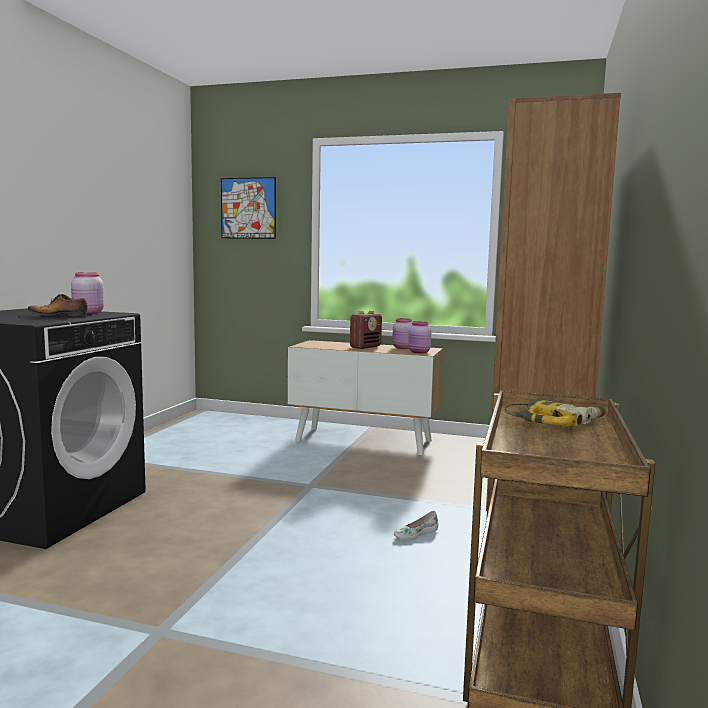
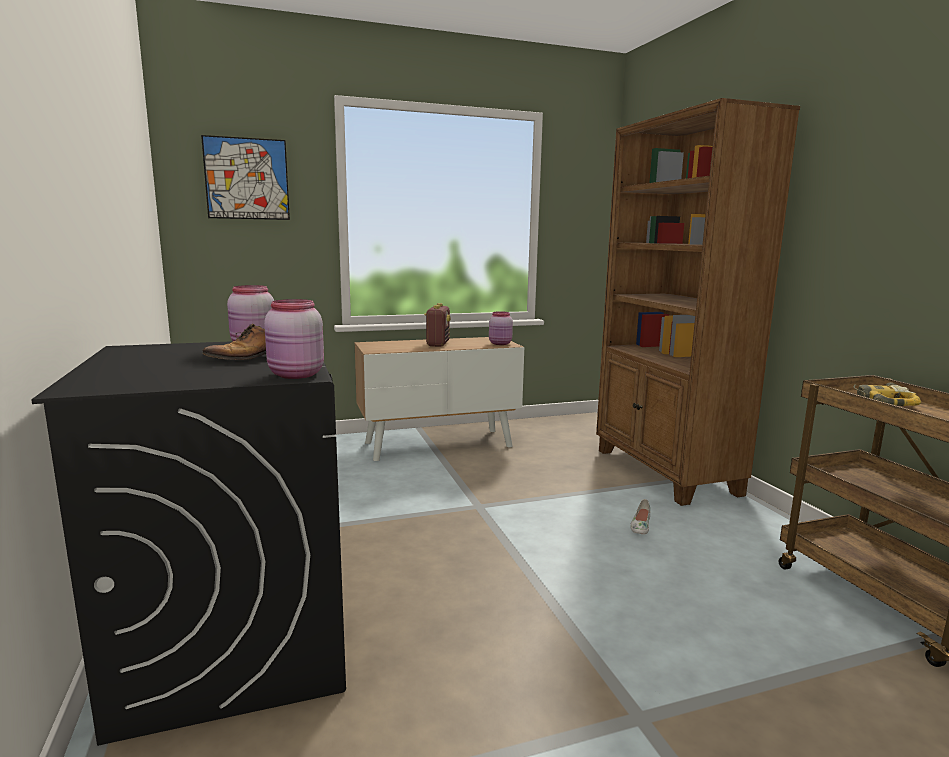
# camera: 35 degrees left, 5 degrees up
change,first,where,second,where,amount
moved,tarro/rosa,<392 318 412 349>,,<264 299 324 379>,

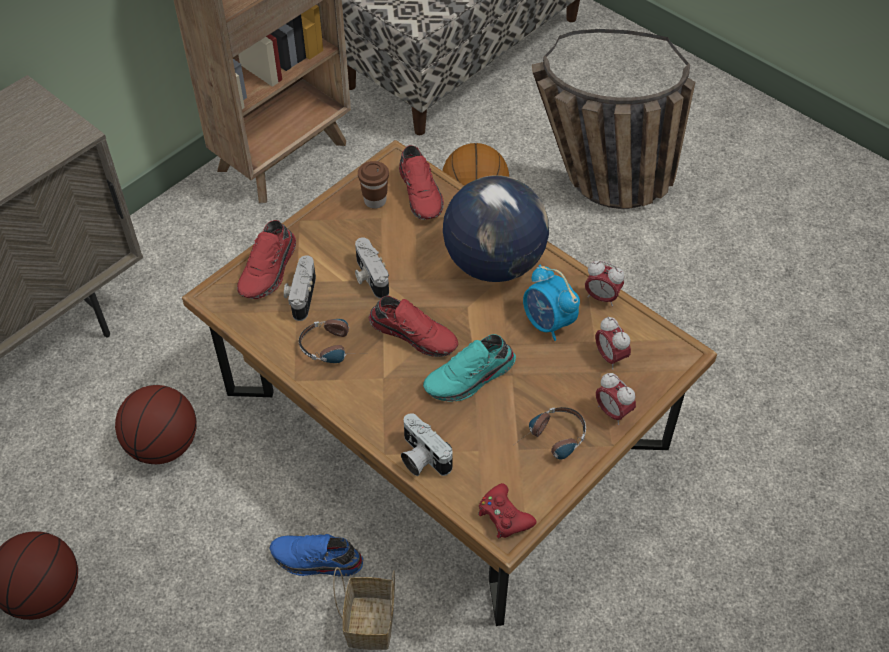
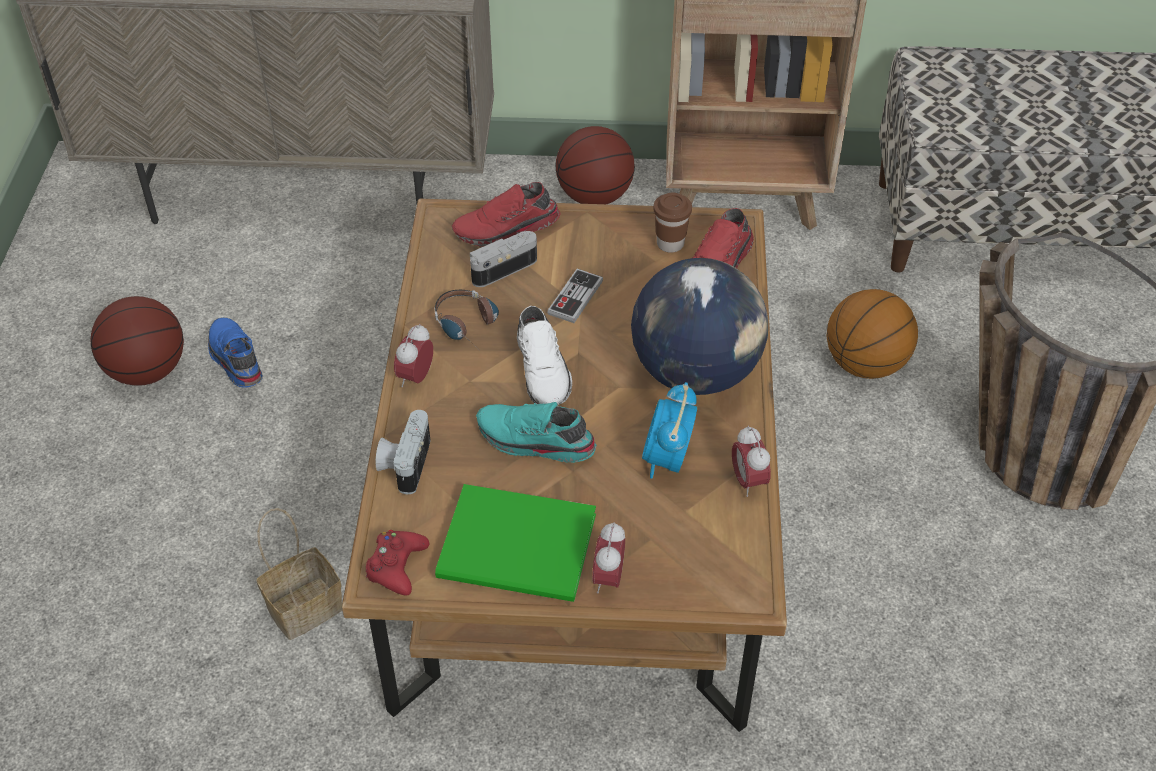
# camera: 50 degrees right, 5 degrees down
change,first,where,second,where,amount
replaced,cámara,<355 237 389 299>,mando de consola,<547 269 603 323>,
recoloured,zapato/rojo,<369 296 458 357>,zapato/blanco,<517 306 572 405>,
moved,despertador,<595 316 631 370>,,<394 324 433 387>,
moved,balón de baloncesto,<115 385 197 464>,,<556 126 635 204>,
replaced,auriculares,<515 407 586 459>,libro/verde,<435 484 596 602>,
moved,zapato/azul,<269 534 363 577>,,<208 318 263 387>,

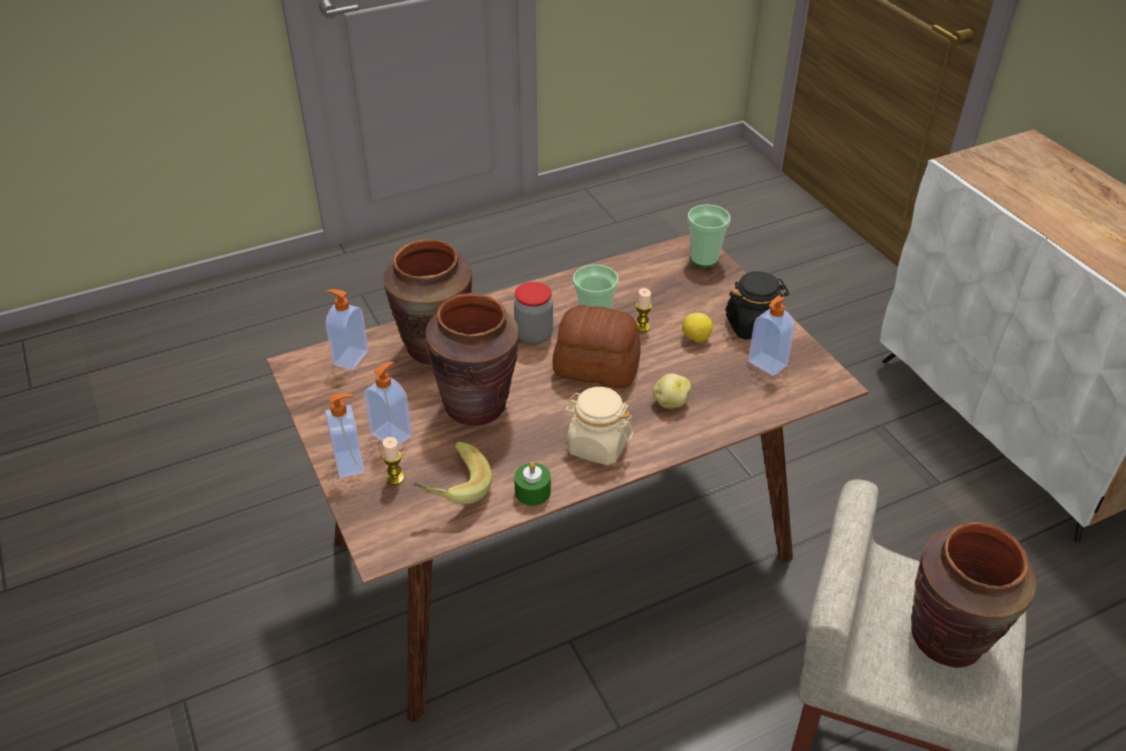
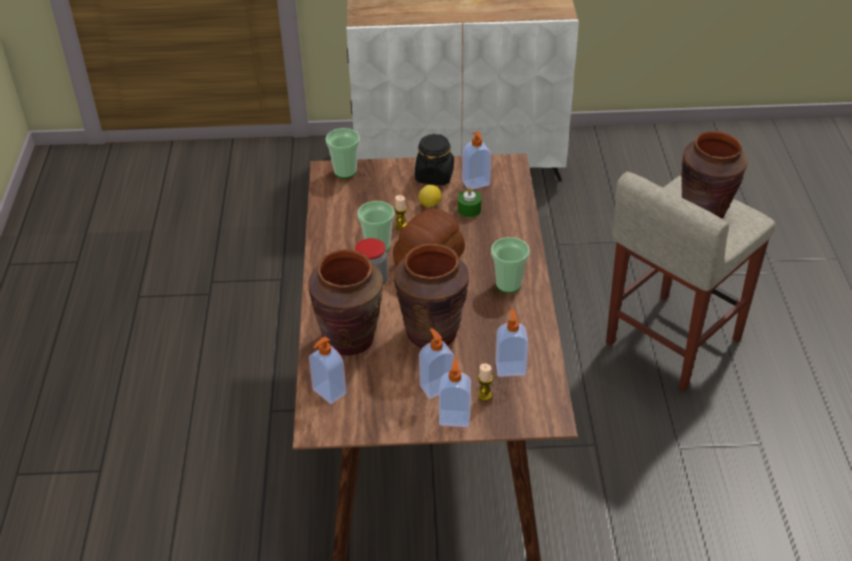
# camera: 65 degrees left, 0 degrees up
change,first,where,second,where,amount
removed,patata,<653 373 691 409>,,,
replaced,tarro/beis,<564 387 633 465>,taza,<491 237 530 293>,
replaced,plátano,<413 442 492 505>,dispensador de jabón,<496 309 528 377>,
moved,vela/verde,<514 462 551 506>,,<458 187 482 218>,

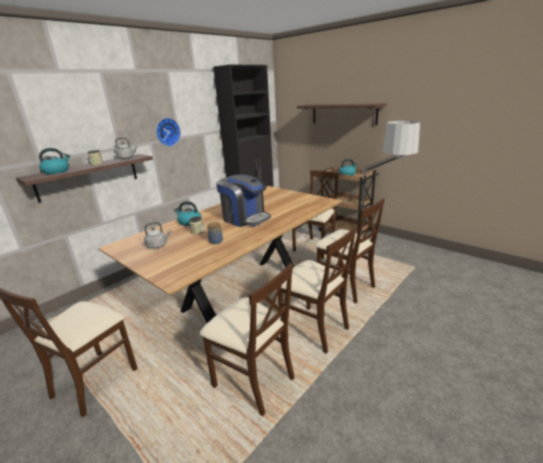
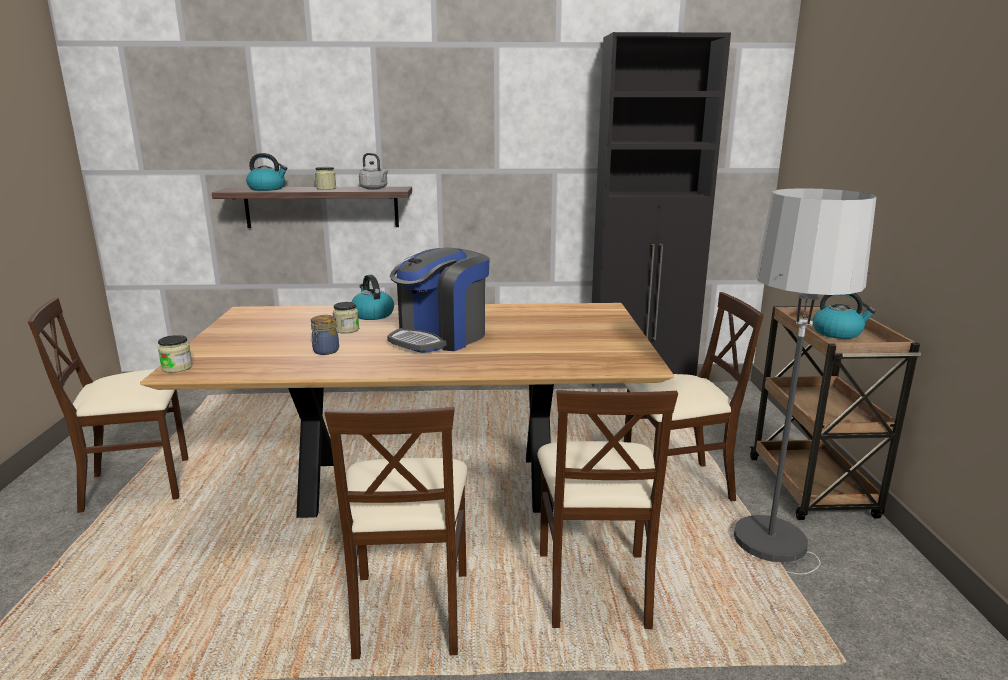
# camera: 45 degrees right, 5 degrees down
change,first,where,second,where,amount
removed,estante,<297 103 386 125>,,,
removed,reloj de pared,<156 118 181 147>,,,
turned,cafetera,<216 175 271 227>,,<387 247 490 353>,45 degrees clockwise
removed,hervidor/gris,<144 222 171 249>,,,
removed,silla/beis,<200 263 295 416>,,,
added,,,tarro,<158 335 193 373>,

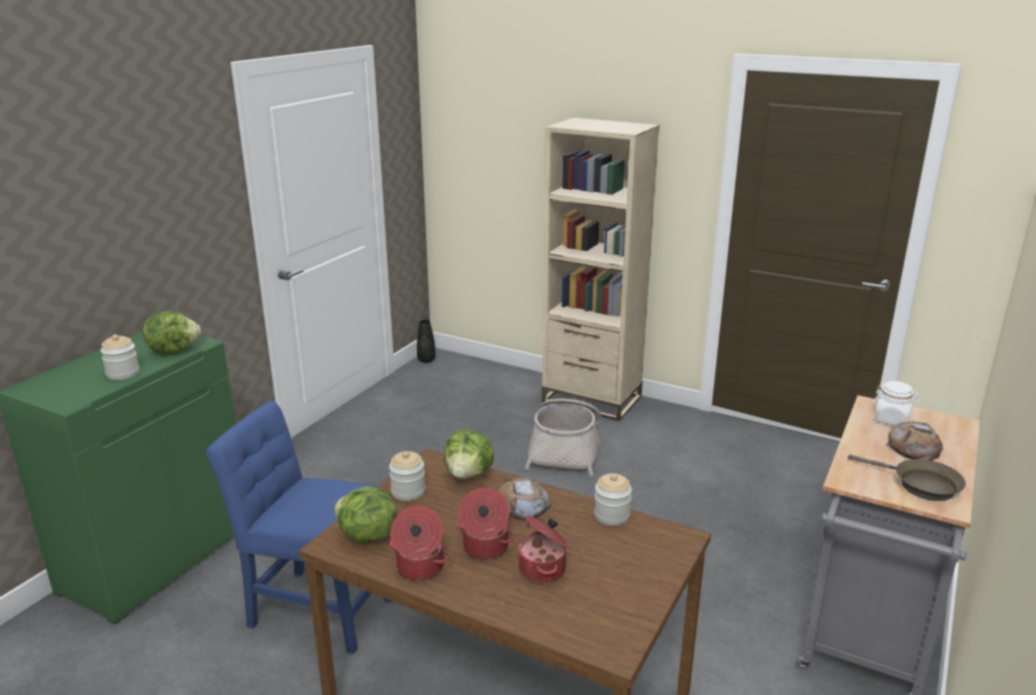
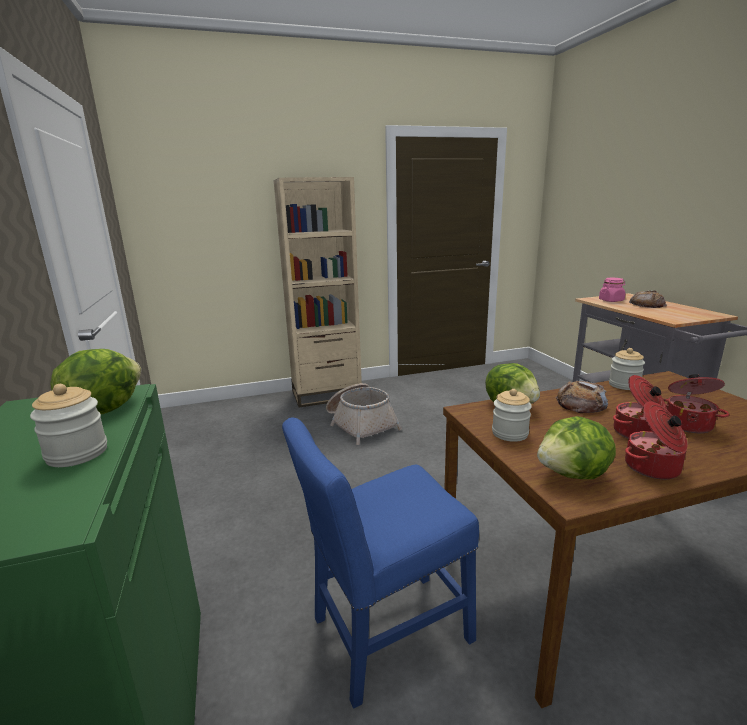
# camera: 45 degrees left, 5 degrees down
change,first,where,second,where,amount
removed,florero/negro,<417 320 436 363>,,,
recoloured,tarro/blanco,<872 381 920 426>,tarro/rosa,<599 278 625 302>,
removed,sartén/marrón,<848 455 966 501>,,,

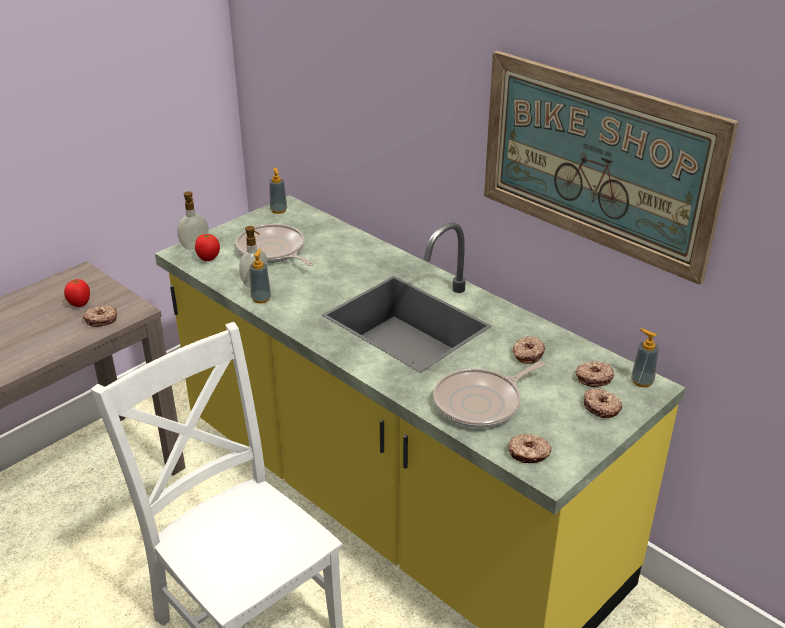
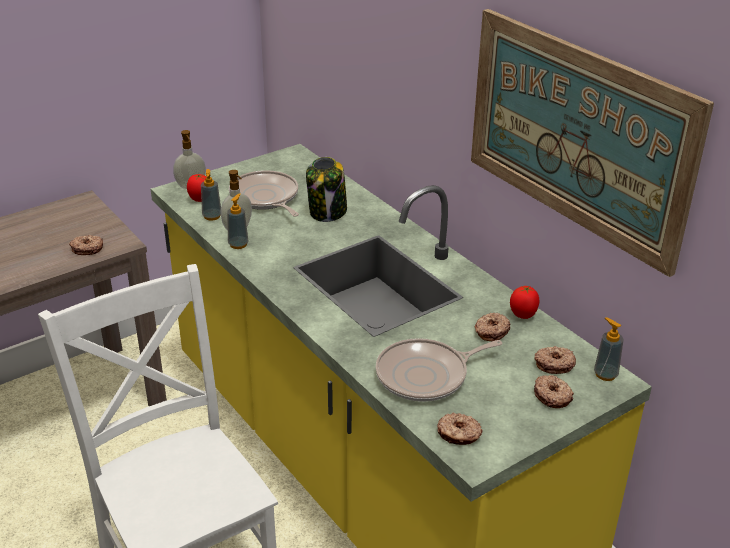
# camera: 10 degrees right, 0 degrees up
change,first,where,second,where,amount
moved,dispensador de jabón,<269 168 287 214>,,<201 169 221 221>,
moved,tomate,<64 279 90 307>,,<510 286 540 319>,
added,,,tarro,<306 157 347 222>,

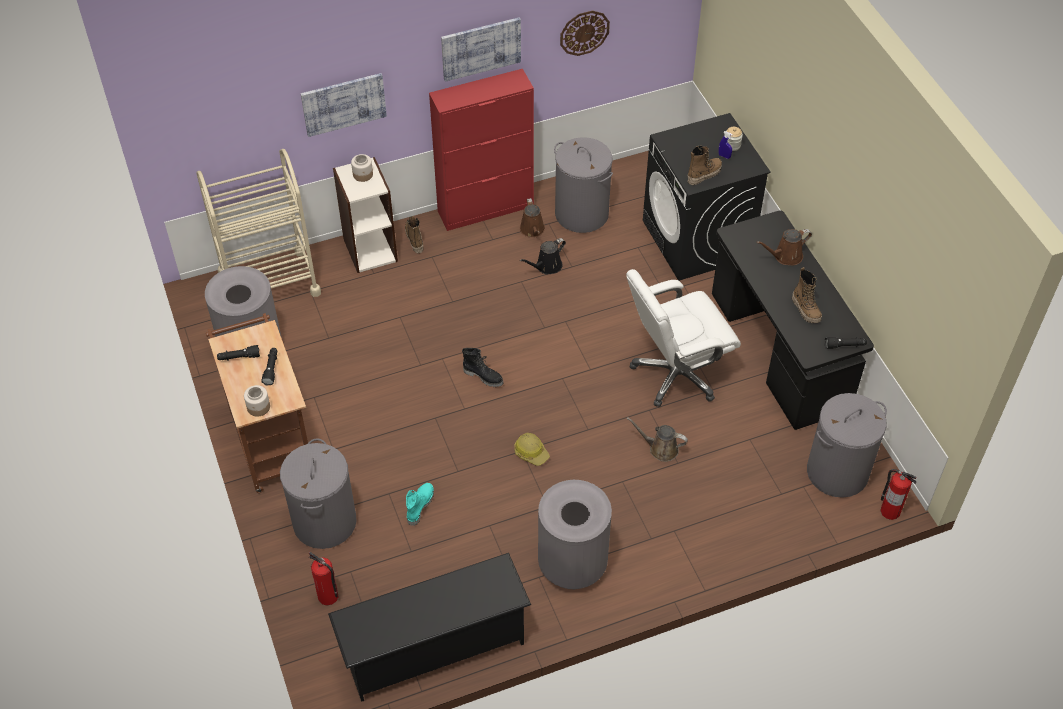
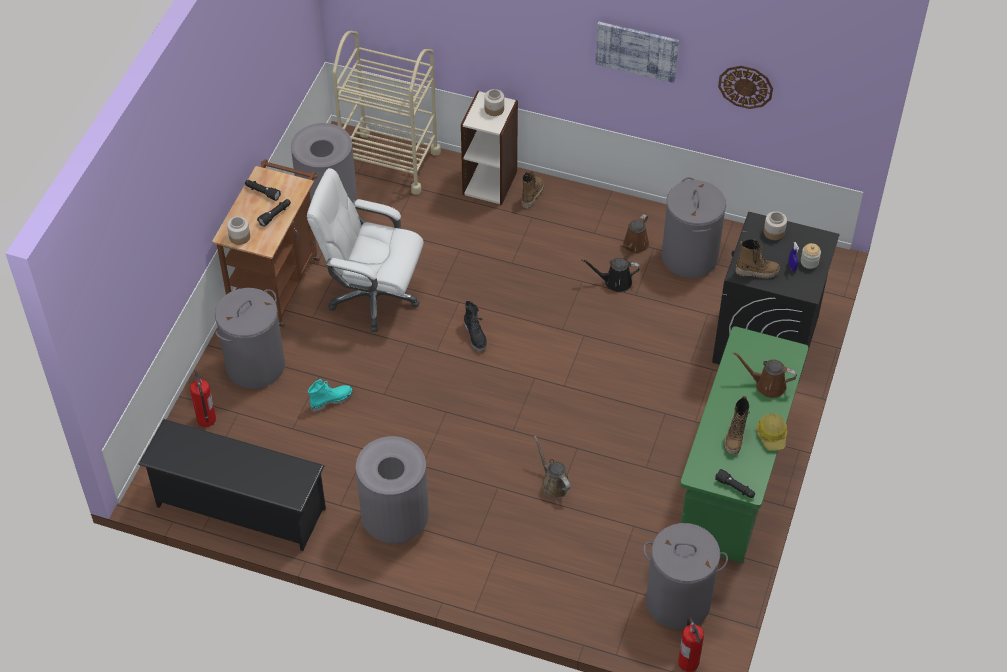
# camera: 40 degrees right, 0 degrees up
change,first,where,second,where,amount
removed,armario/rojo,<429 69 534 231>,,,
removed,cuadro,<301 73 387 137>,,,
recoloured,escritorio/negro,<712 210 874 430>,escritorio/verde,<680 326 808 563>,
moved,silla de oficina/blanco,<626 269 741 407>,,<307 168 424 332>,
moved,casco,<514 433 550 466>,,<756 413 787 450>,
added,,,tarro,<764 211 787 240>,

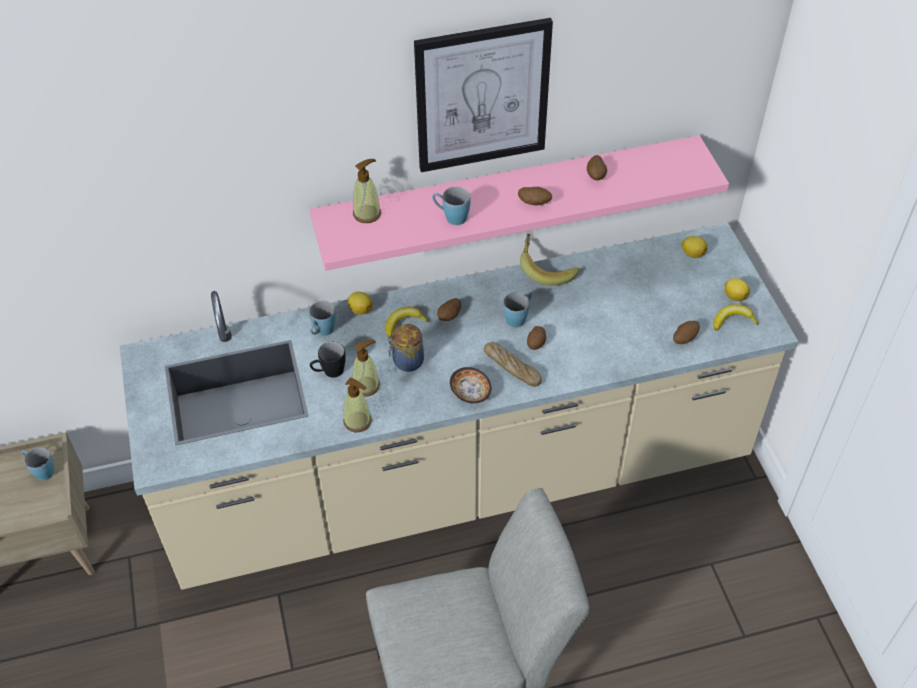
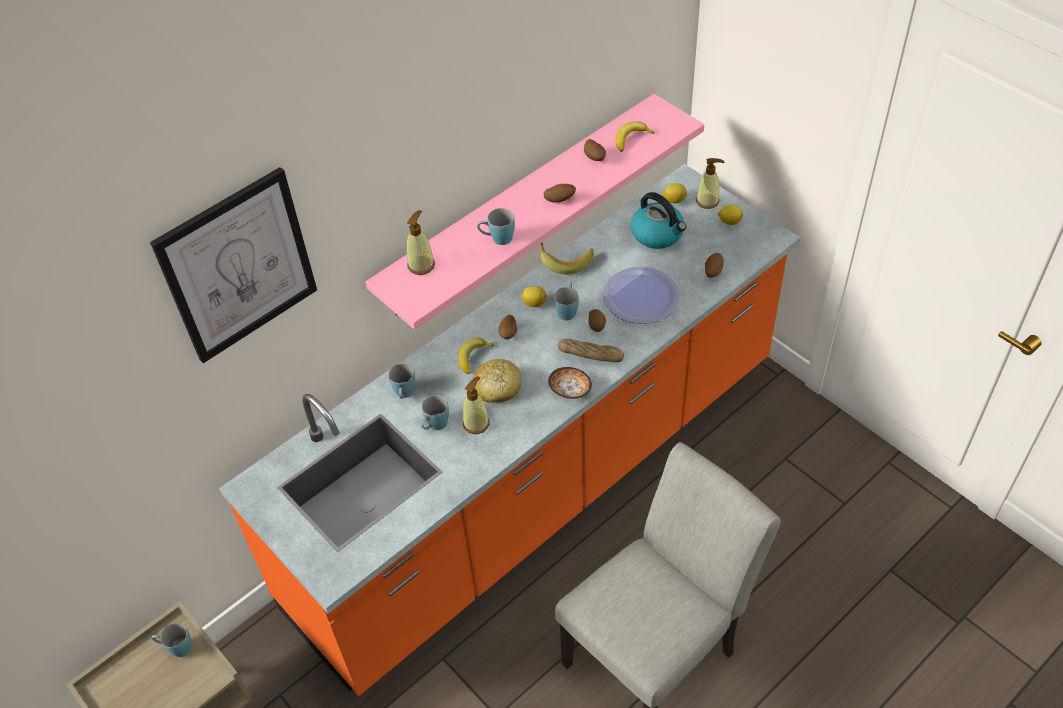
# camera: 25 degrees left, 0 degrees up
change,first,where,second,where,amount
moved,cuadro,<414 18 553 172>,,<150 167 317 363>,
recoloured,mueble bajo de cocina/beis,<120 222 799 590>,mueble bajo de cocina/naranja,<219 164 801 696>,
moved,limón,<348 292 373 315>,,<520 286 547 307>,
moved,plátano,<713 304 759 331>,,<616 121 655 152>,
replaced,tarro,<388 324 424 372>,pan,<473 359 521 403>,
recoloured,taza grande/negro,<310 342 346 378>,taza grande/azul,<421 395 449 430>,
moved,dispensador de jabón,<344 377 371 432>,,<696 158 724 209>,
added,,,hervidor,<631 192 686 249>,
added,,,plato,<603 267 680 324>,

